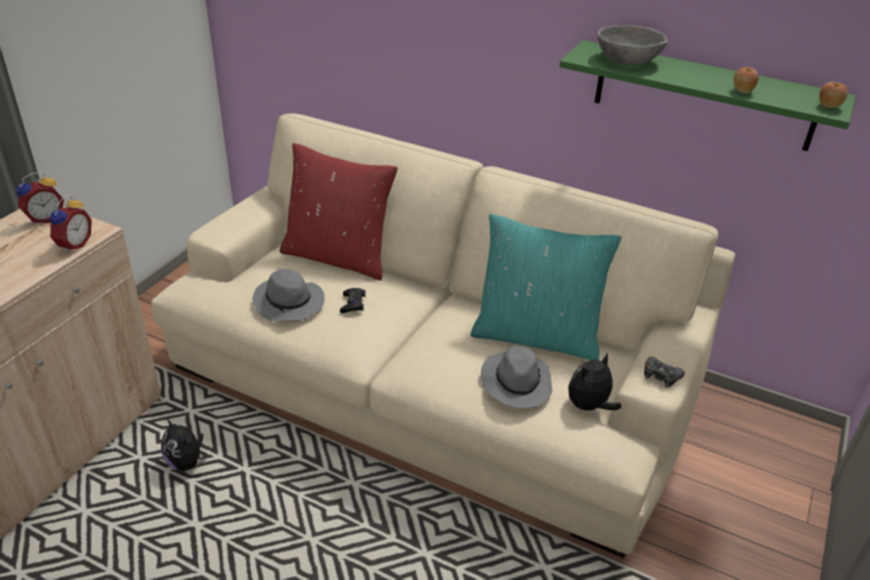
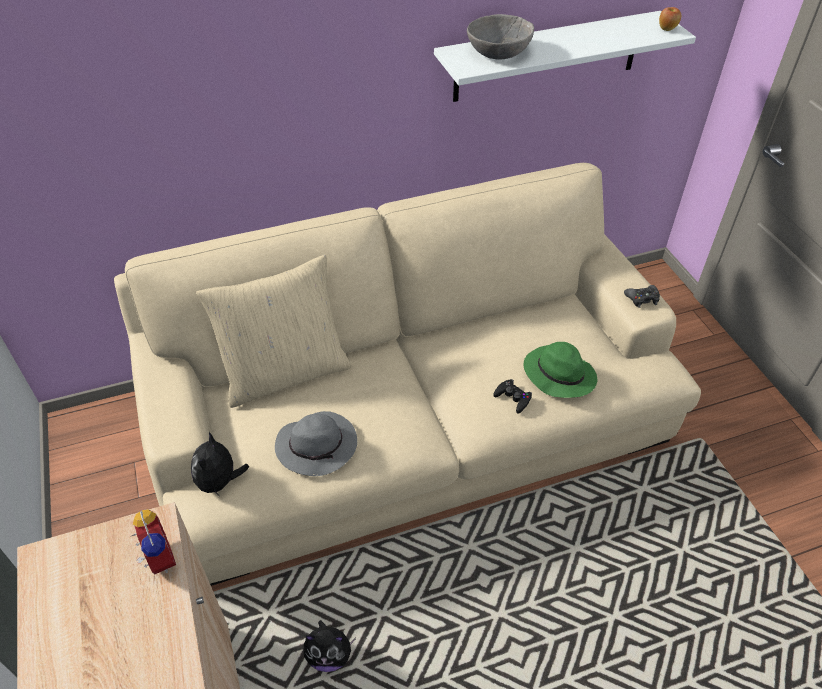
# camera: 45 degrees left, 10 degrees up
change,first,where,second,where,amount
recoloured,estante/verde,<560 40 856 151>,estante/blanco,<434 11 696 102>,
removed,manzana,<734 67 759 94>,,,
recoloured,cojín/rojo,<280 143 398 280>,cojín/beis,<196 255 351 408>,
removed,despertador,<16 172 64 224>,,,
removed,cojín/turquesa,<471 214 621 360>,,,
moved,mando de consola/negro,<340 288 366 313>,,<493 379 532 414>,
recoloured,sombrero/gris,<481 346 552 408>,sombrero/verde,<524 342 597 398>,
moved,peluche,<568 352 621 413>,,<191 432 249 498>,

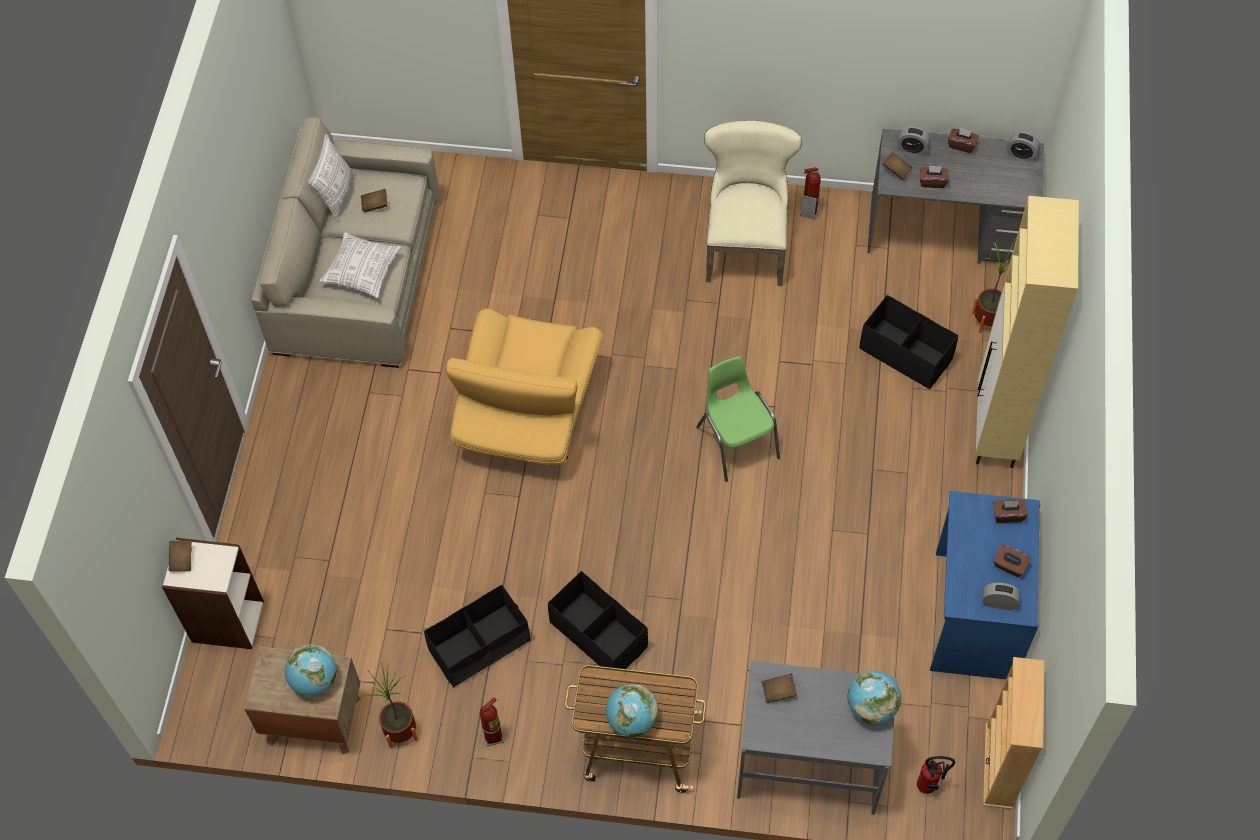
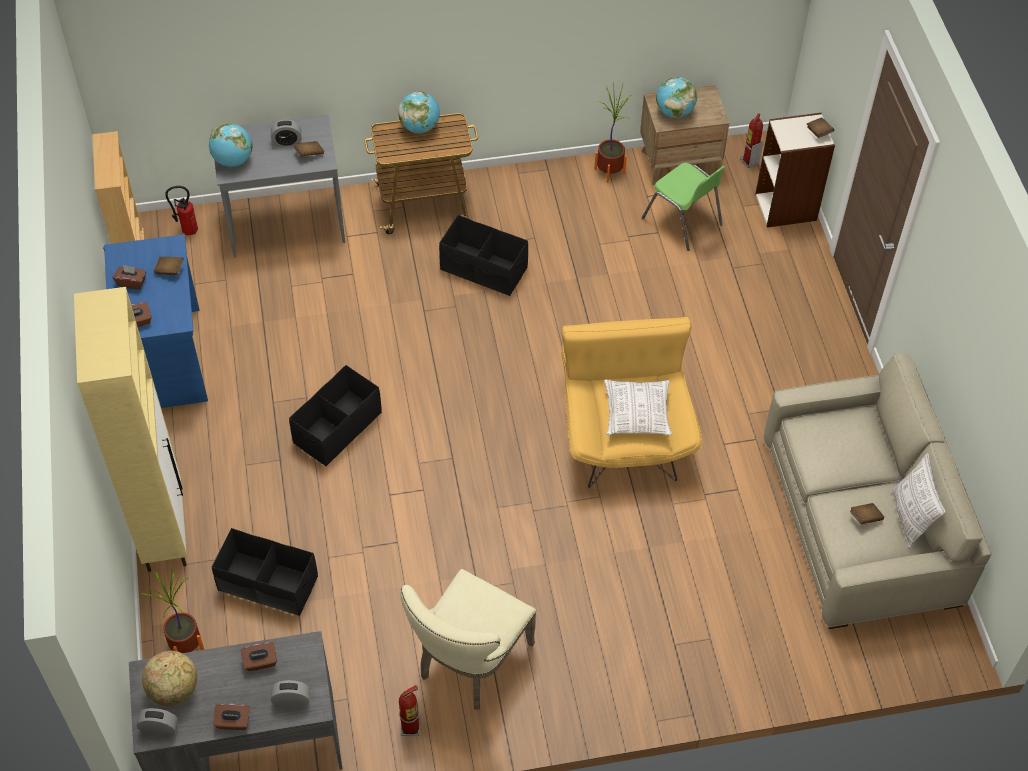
# camera: 160 degrees right, 5 degrees down
change,first,where,second,where,amount
turned,silla/beis,<704 120 802 286>,,<400 569 536 710>,45 degrees clockwise
moved,libro/marrón,<882 152 913 180>,,<154 257 184 275>,
moved,cojín,<319 232 402 298>,,<604 380 672 436>,
moved,silla/verde,<696 356 780 482>,,<642 163 725 251>,
moved,despertador,<982 583 1021 610>,,<271 120 302 147>,
moved,caja de almacenaje/negro,<424 585 530 687>,,<289 365 382 467>,
moved,extintor,<480 697 504 746>,,<740 113 764 168>,
added,,,globo terráqueo,<142 651 197 706>,

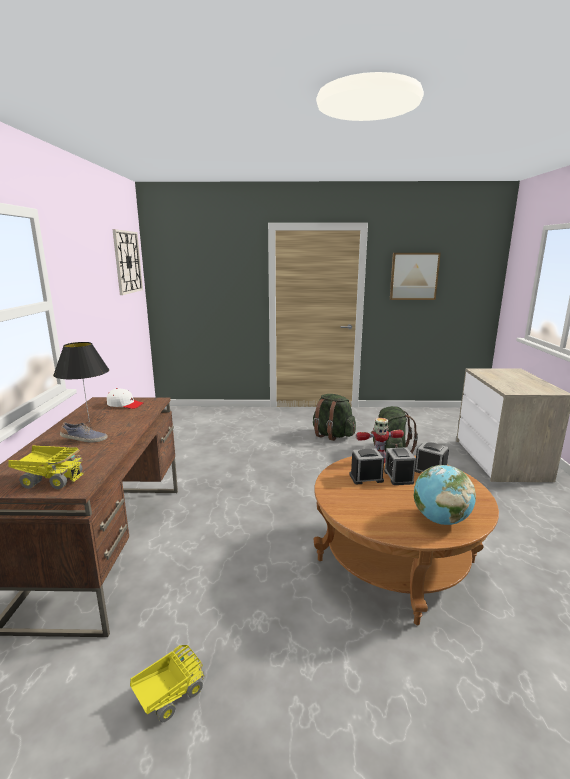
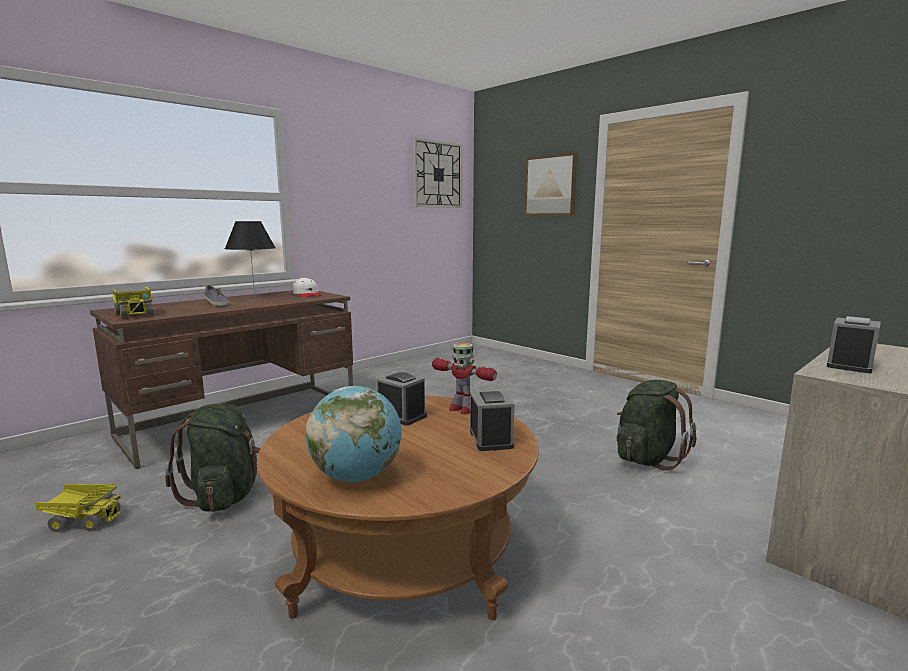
# camera: 45 degrees right, 5 degrees down
change,first,where,second,where,amount
moved,cuadro,<390 253 441 300>,,<525 153 577 216>,
moved,mochila/verde,<313 394 356 441>,,<165 404 261 512>,
moved,despertador,<384 447 416 485>,,<827 316 881 373>,

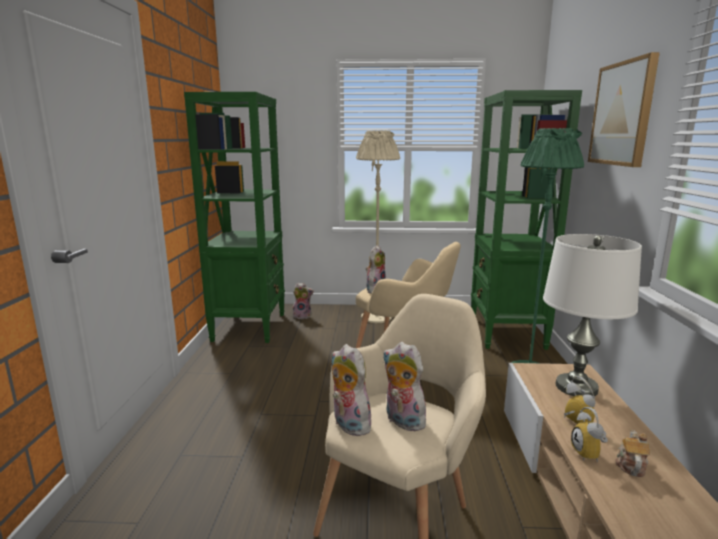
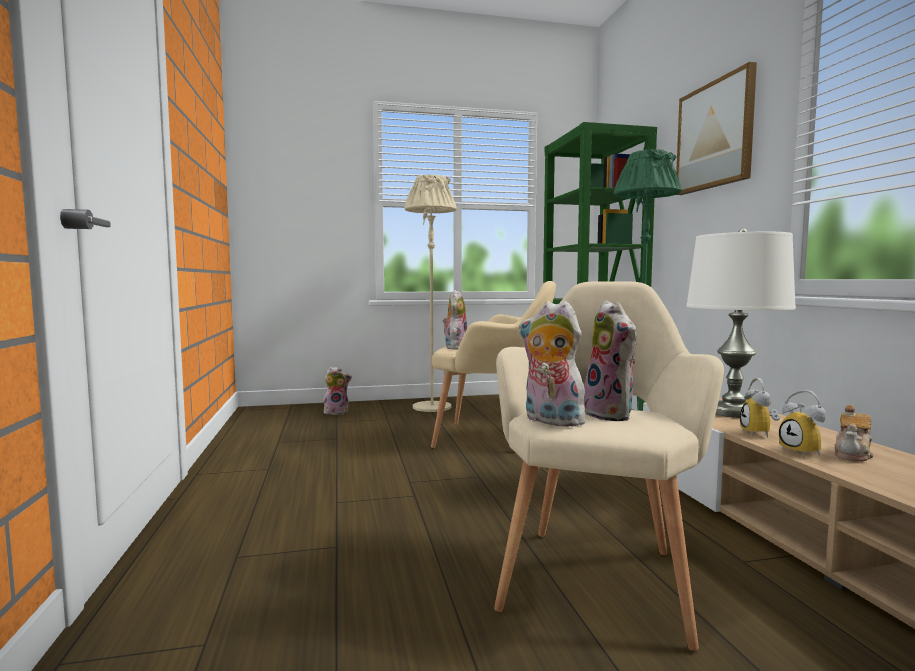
# camera: 15 degrees left, 10 degrees down
change,first,where,second,where,amount
removed,estantería/verde,<184 92 285 343>,,,
turned,peluche,<383 342 428 431>,,<584 300 637 421>,135 degrees counterclockwise
turned,despertador,<564 376 595 424>,,<740 378 780 438>,135 degrees counterclockwise
turned,tetera,<615 430 650 477>,,<834 405 873 462>,150 degrees counterclockwise

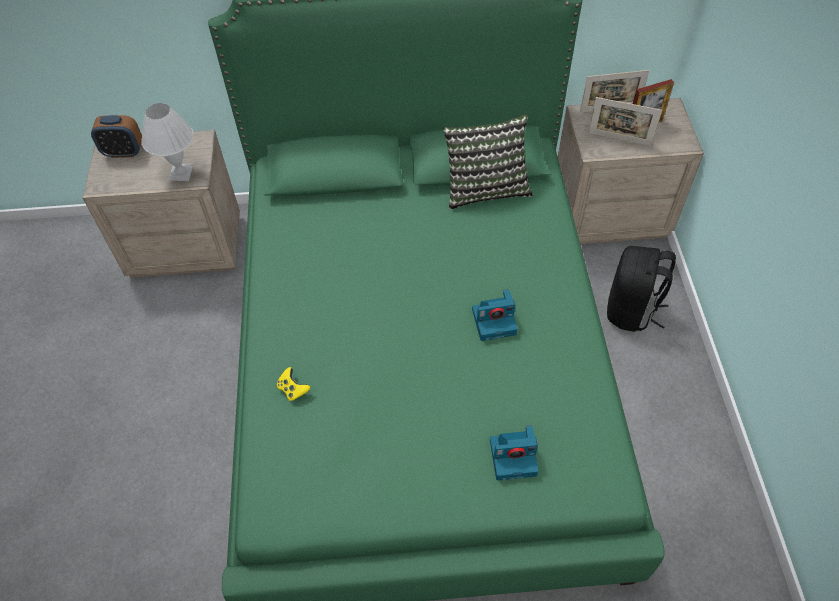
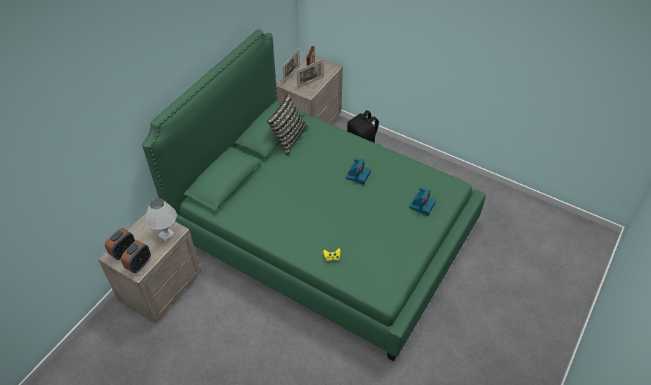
# camera: 55 degrees left, 5 degrees down
change,first,where,second,where,amount
added,,,despertador,<121 240 151 273>,

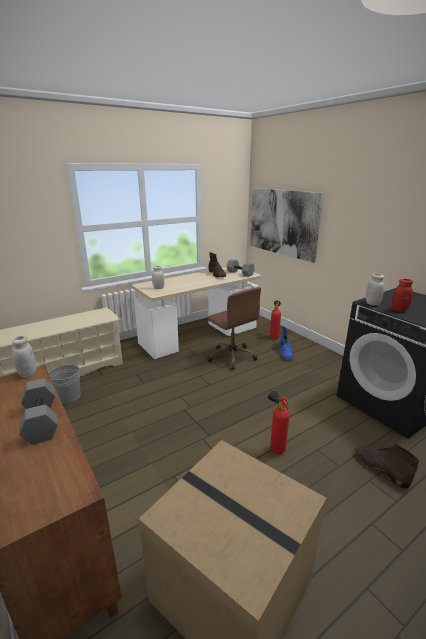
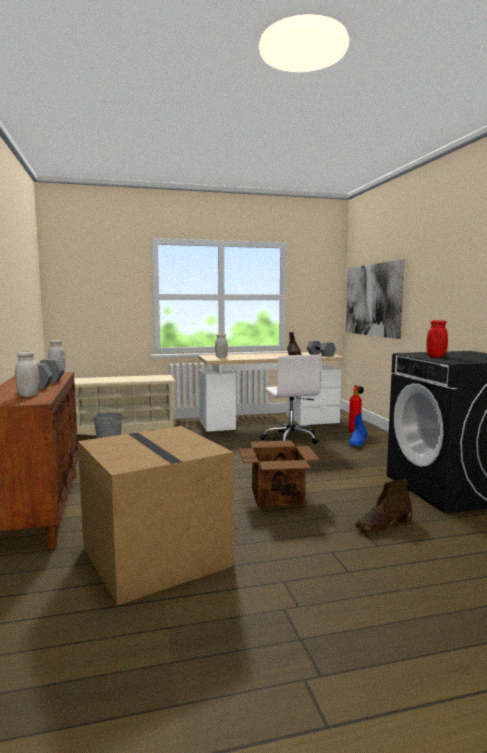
# camera: 20 degrees right, 15 degrees down
change,first,where,second,where,amount
moved,tarro/blanco,<366 273 384 306>,,<15 351 39 397>,
recoloured,silla de oficina/marrón,<206 287 261 370>,silla de oficina/blanco,<260 355 321 444>,
replaced,extintor,<268 390 289 454>,caja de cartón,<239 441 320 507>,
turned,bota/marrón,<354 443 419 489>,,<356 479 412 532>,105 degrees counterclockwise

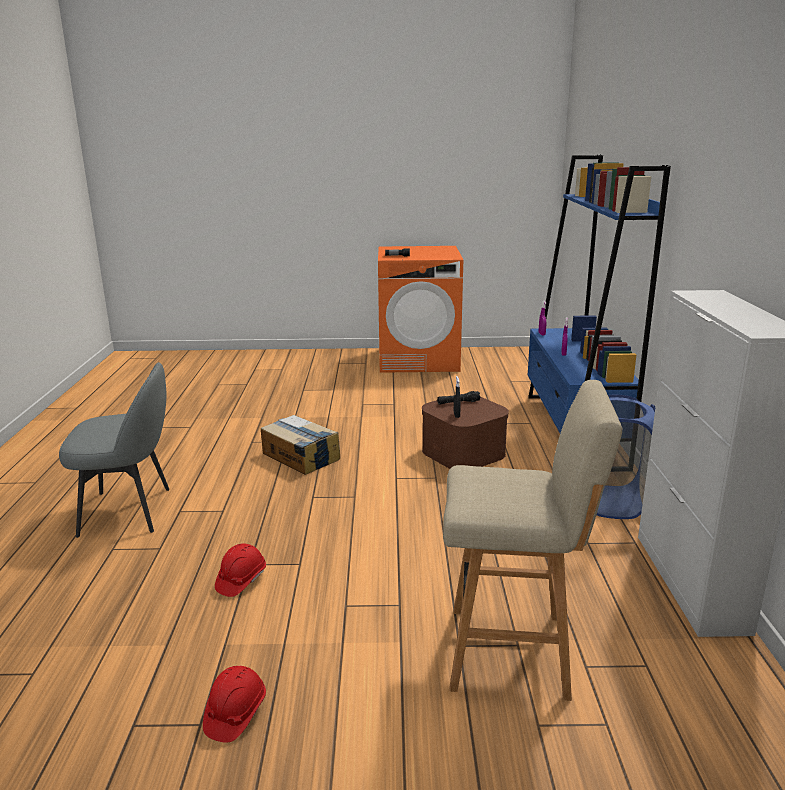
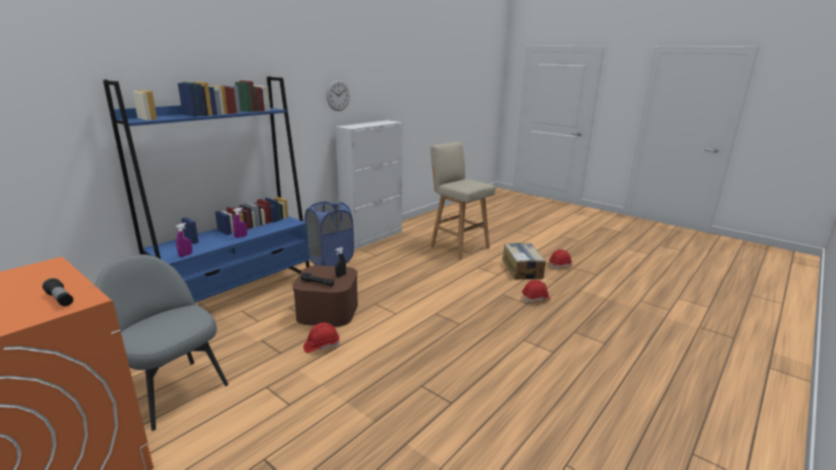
# camera: 140 degrees left, 0 degrees up
change,first,where,second,where,amount
moved,silla/gris,<59 362 169 538>,,<95 255 228 431>,
moved,caja de cartón,<261 415 340 475>,,<502 243 546 280>,
added,,,reloj de pared,<326 80 350 111>,
added,,,casco/rojo,<303 323 340 353>,

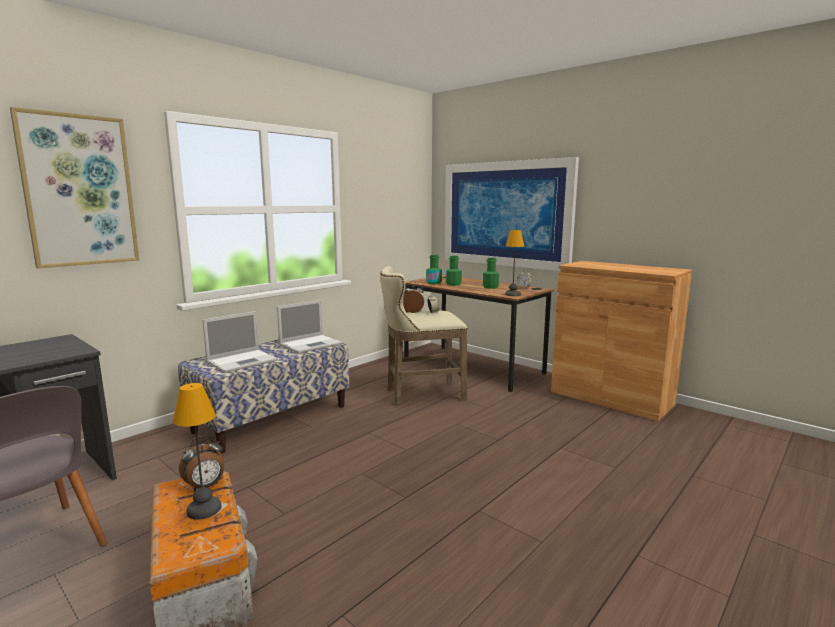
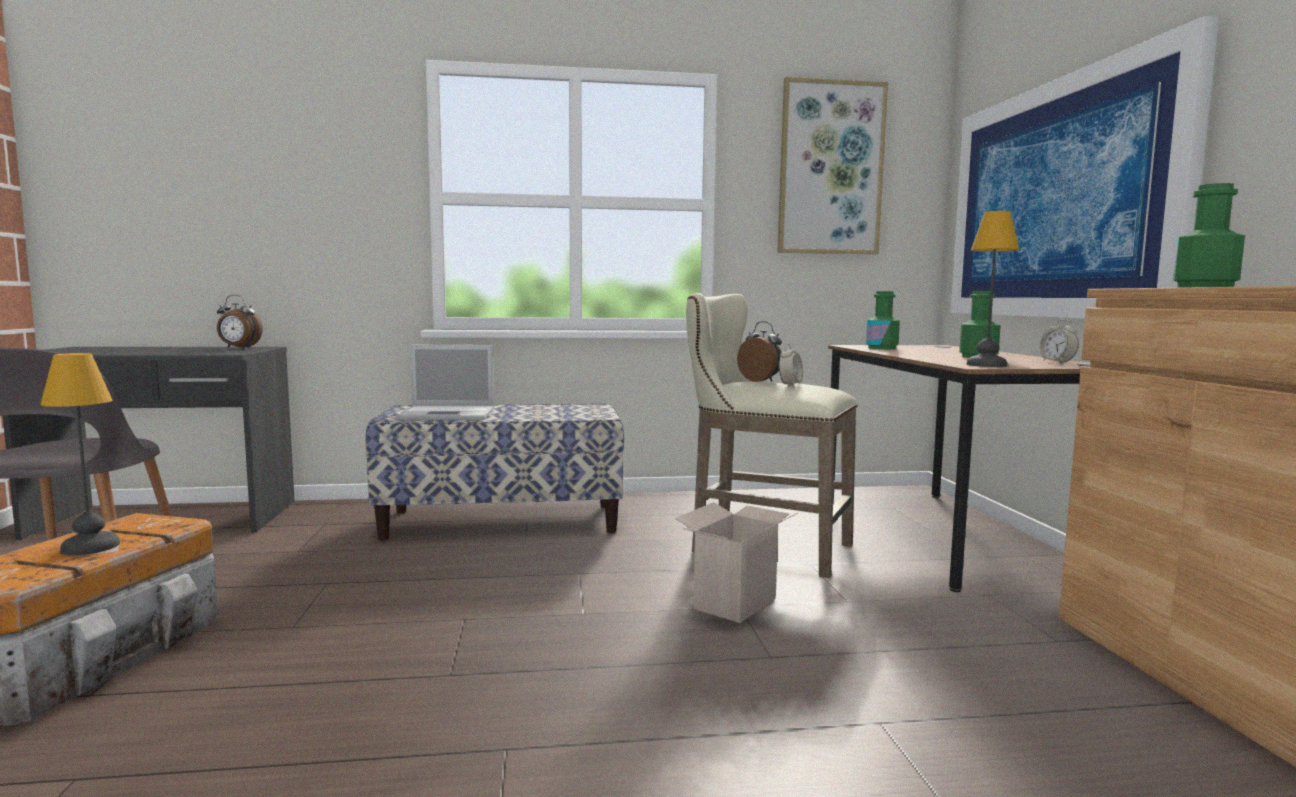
# camera: 40 degrees right, 5 degrees down
change,first,where,second,where,amount
moved,cuadro,<10 107 139 269>,,<777 77 888 254>,
moved,botella/verde,<446 256 462 286>,,<1173 183 1245 288>,
removed,portátil,<277 300 342 354>,,,
moved,despertador,<179 435 224 491>,,<217 295 263 348>,
added,,,caja de cartón,<675 502 797 623>,

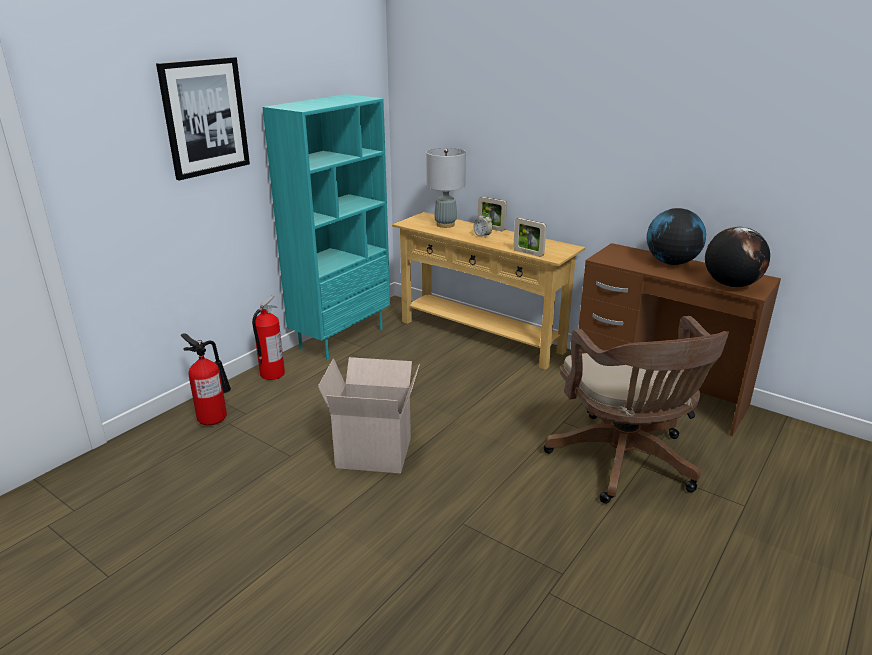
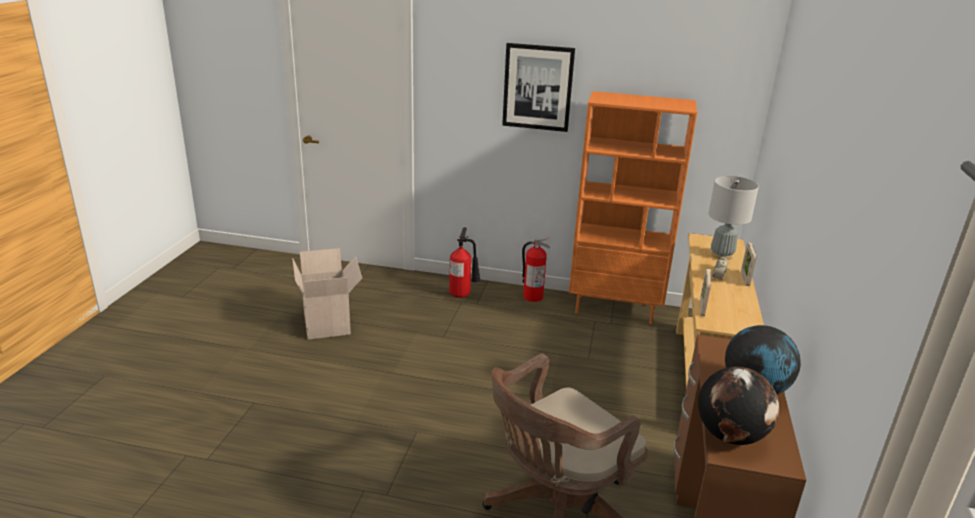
# camera: 65 degrees right, 0 degrees up
change,first,where,second,where,amount
recoloured,estantería/turquesa,<262 94 390 360>,estantería/naranja,<569 91 697 324>,
moved,caja de cartón,<318 357 420 473>,,<292 248 362 340>,

